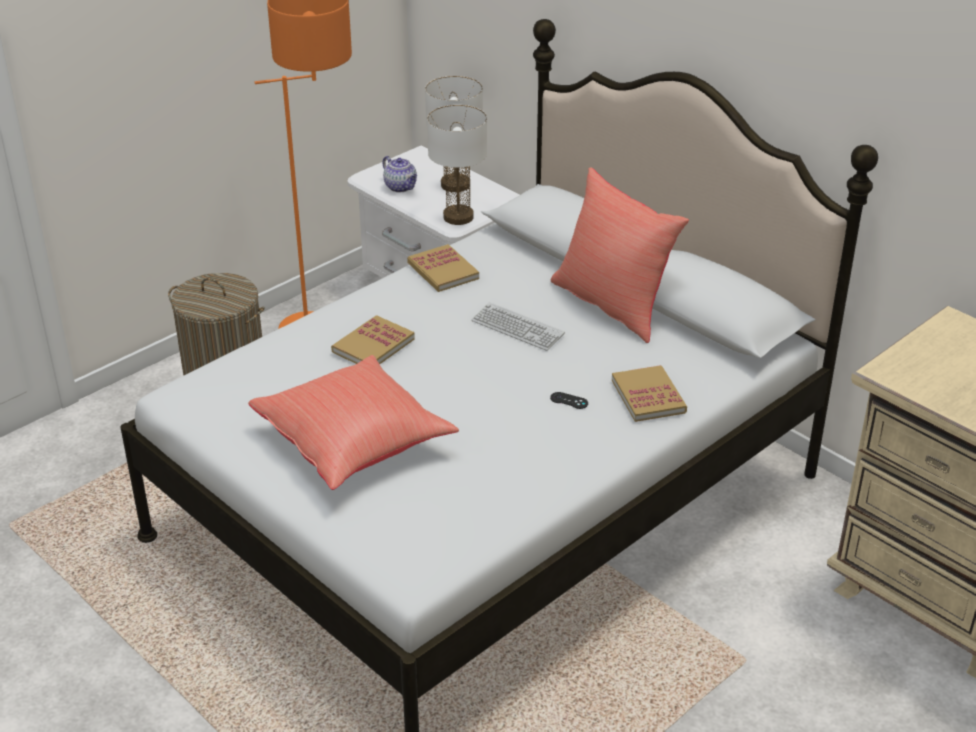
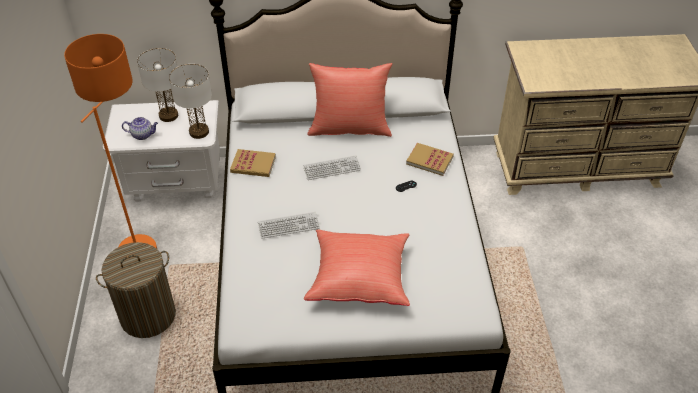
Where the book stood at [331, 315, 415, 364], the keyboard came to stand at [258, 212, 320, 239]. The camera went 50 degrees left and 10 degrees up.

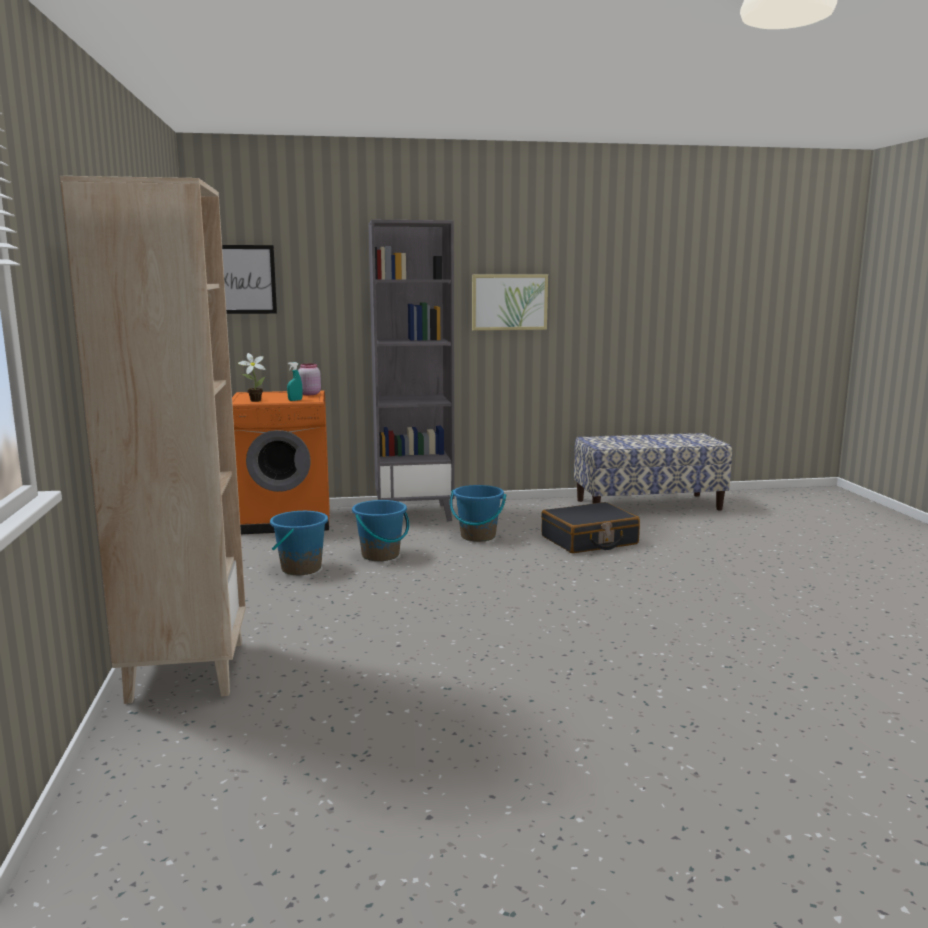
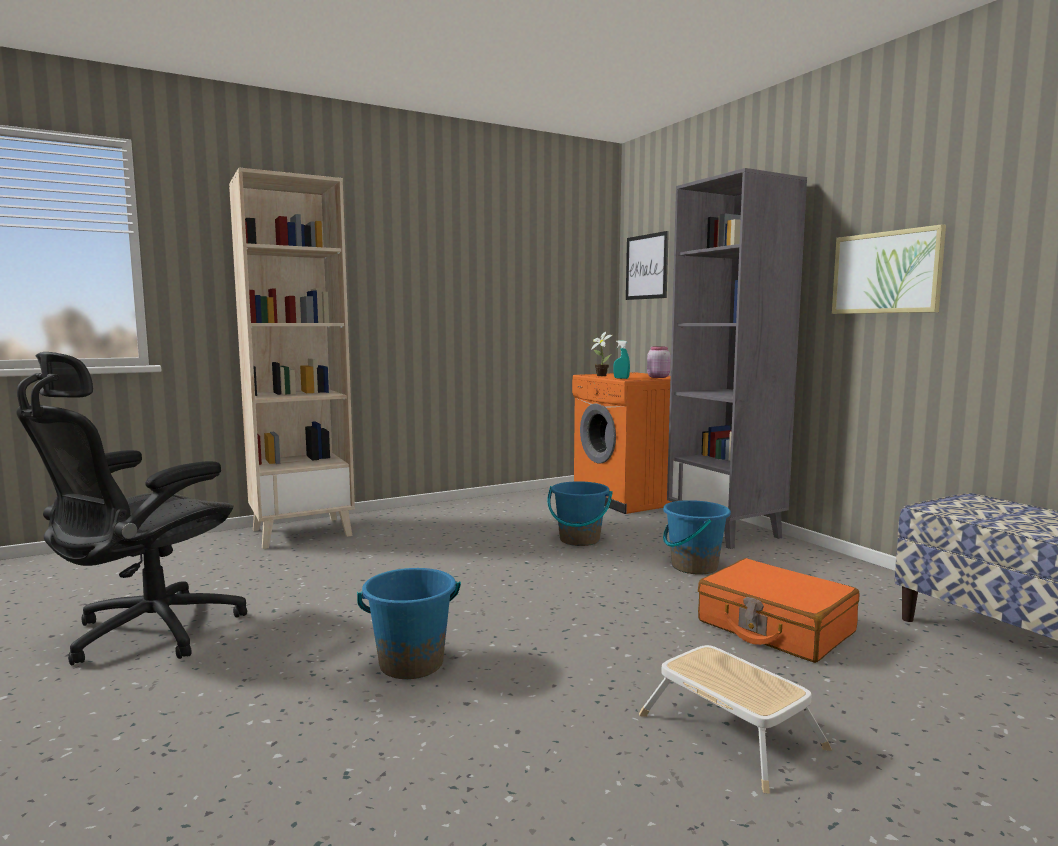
The second view gained the office chair at [16, 352, 247, 665]. The second view gained the step ladder (beige) at [639, 645, 832, 794]. The bucket (blue) ended up elsewhere, having gone from [270, 511, 328, 575] to [357, 568, 461, 679]. What was the suitcase (black) at [541, 502, 640, 553] turned into the suitcase (orange) at [698, 558, 859, 663]. The camera went 70 degrees right and 5 degrees down.

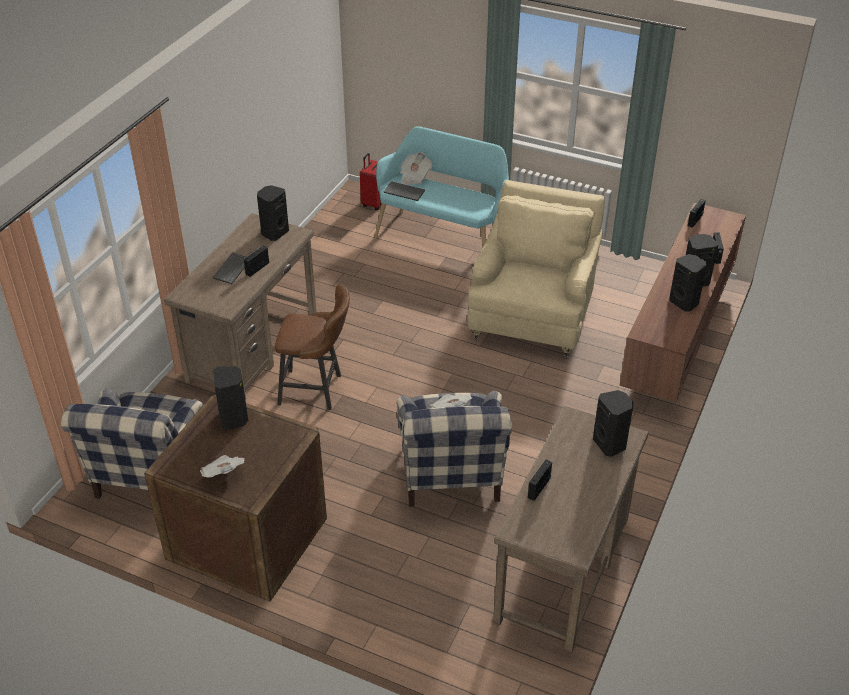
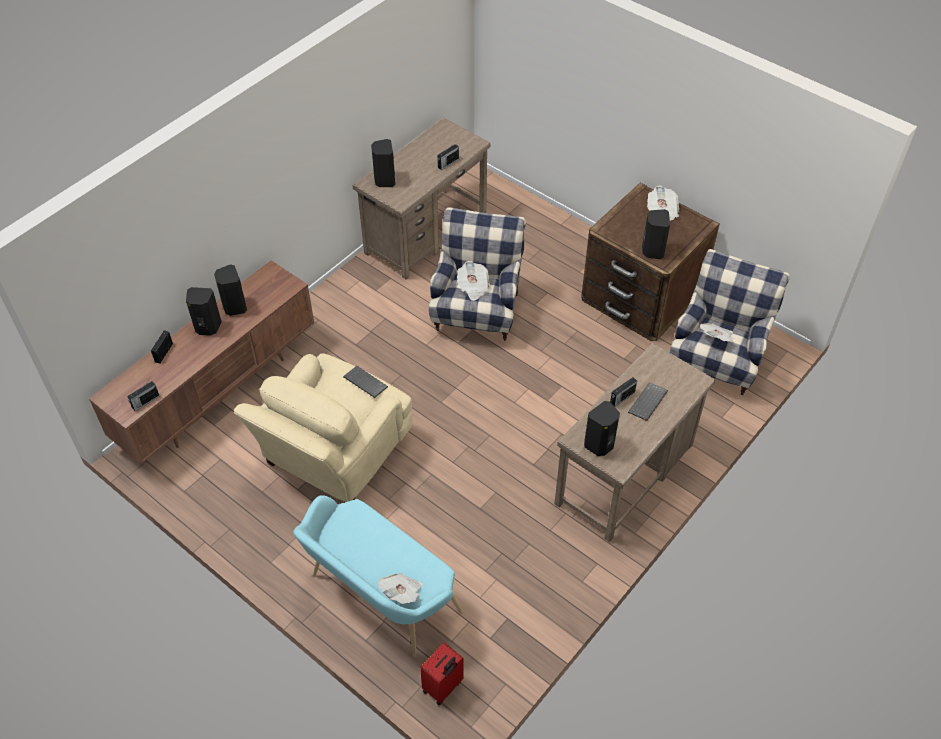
The second view lost the stool (brown) at [275, 284, 350, 410]. The second view gained the newspaper at [700, 323, 734, 342]. The keyboard ended up elsewhere, having gone from [384, 181, 425, 201] to [343, 366, 388, 398]. The camera went 165 degrees left and 10 degrees up.

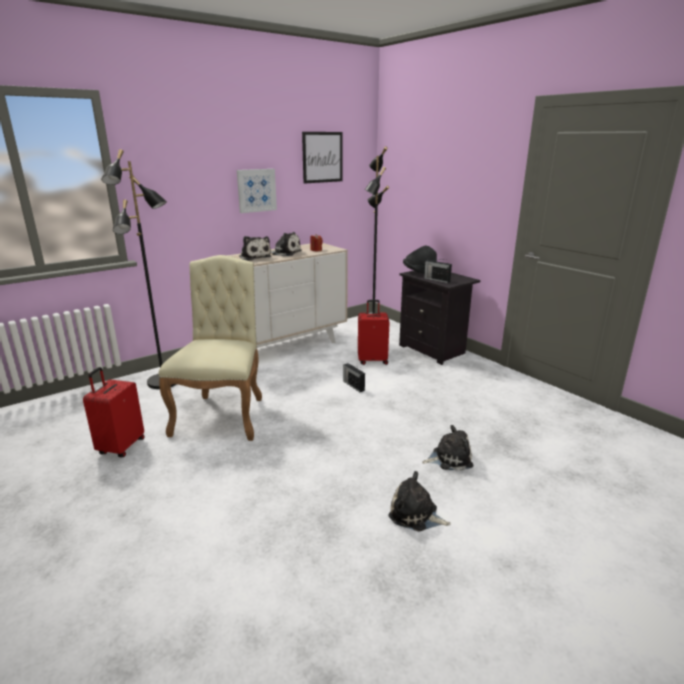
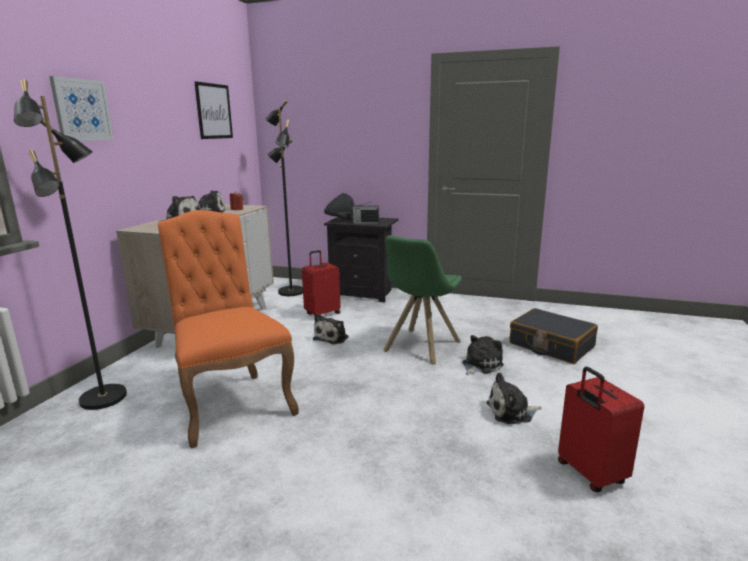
The second view gained the chair (green) at [383, 235, 462, 364]. The second view gained the suitcase (black) at [510, 308, 598, 364]. The suitcase (red) ended up elsewhere, having gone from [83, 367, 145, 457] to [558, 366, 644, 492]. The picture ended up elsewhere, having gone from [237, 169, 277, 213] to [49, 76, 114, 141]. Where the radio stood at [343, 363, 365, 392], the plush toy came to stand at [313, 314, 349, 345]. What was the chair (beige) at [159, 255, 262, 441] turned into the chair (orange) at [158, 210, 299, 448]. The camera went 35 degrees left and 5 degrees down.

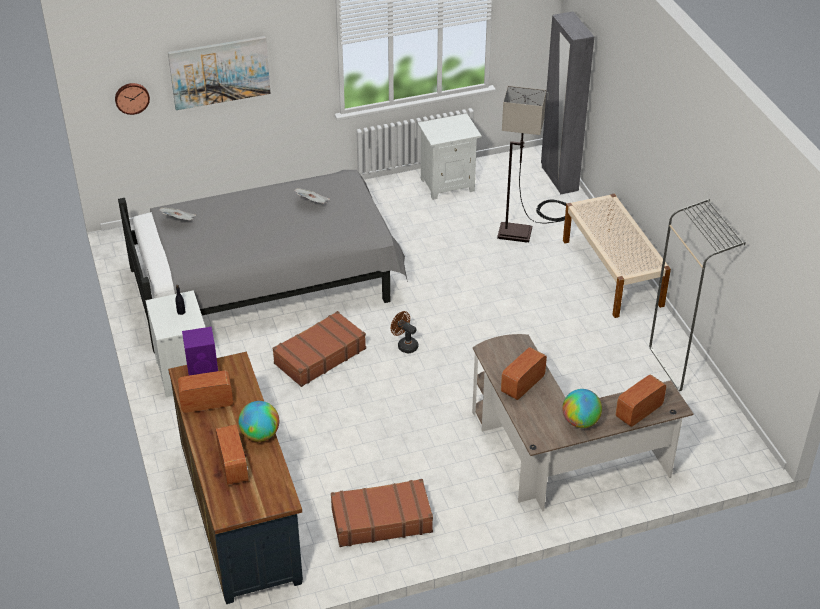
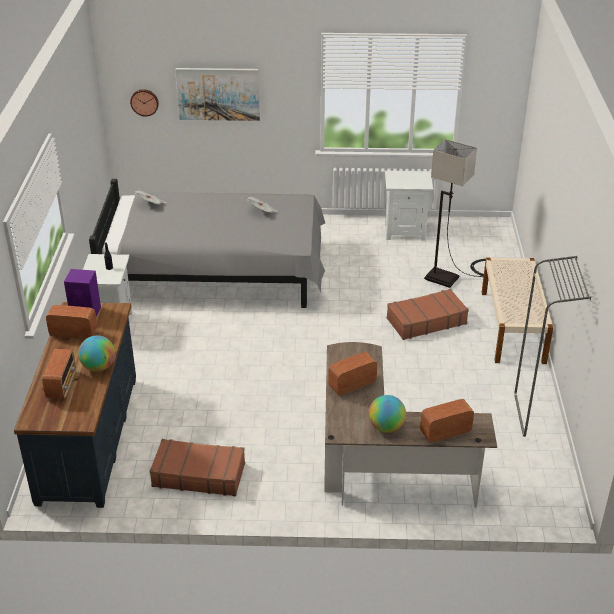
The second view lost the fan (brown) at [391, 311, 418, 353]. The second view lost the wardrobe (grey) at [541, 11, 594, 195]. The suitcase (brown) ended up elsewhere, having gone from [273, 311, 366, 387] to [387, 289, 469, 340]. The camera went 20 degrees right and 5 degrees down.

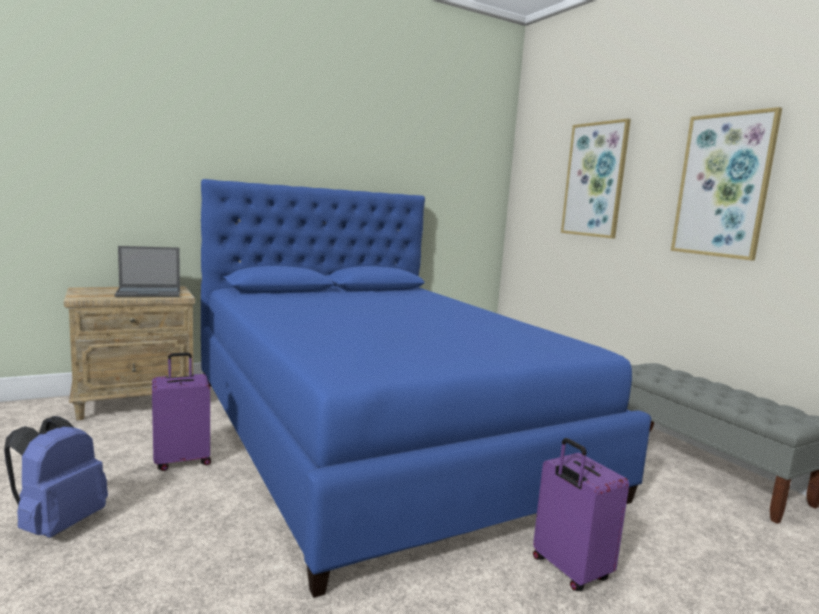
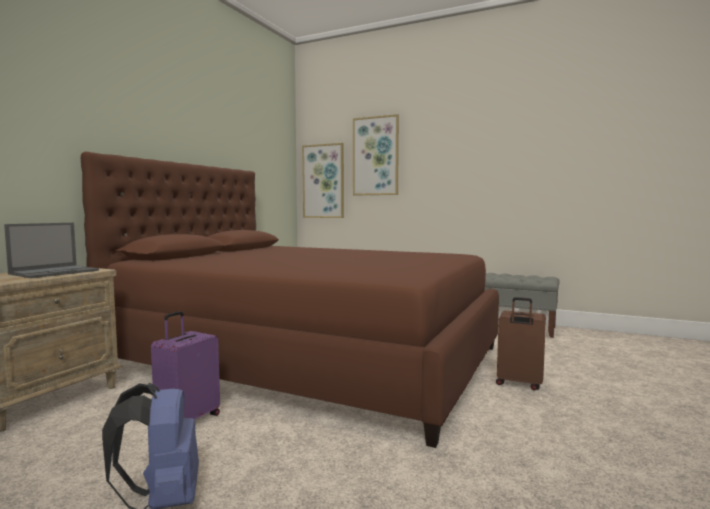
The picture ended up elsewhere, having gone from [671, 107, 782, 261] to [302, 143, 344, 218]. What was the bed (blue) at [201, 179, 651, 598] turned into the bed (brown) at [81, 152, 499, 448]. What was the suitcase (purple) at [533, 438, 629, 591] turned into the suitcase (brown) at [496, 297, 546, 391]. The camera went 35 degrees left and 5 degrees down.

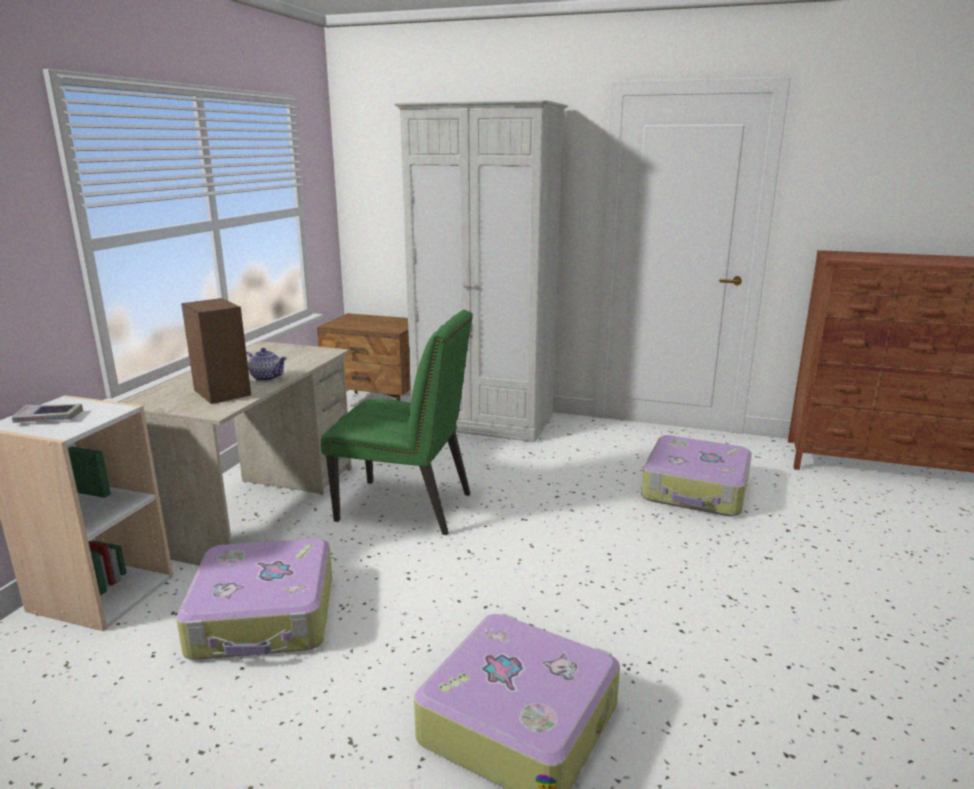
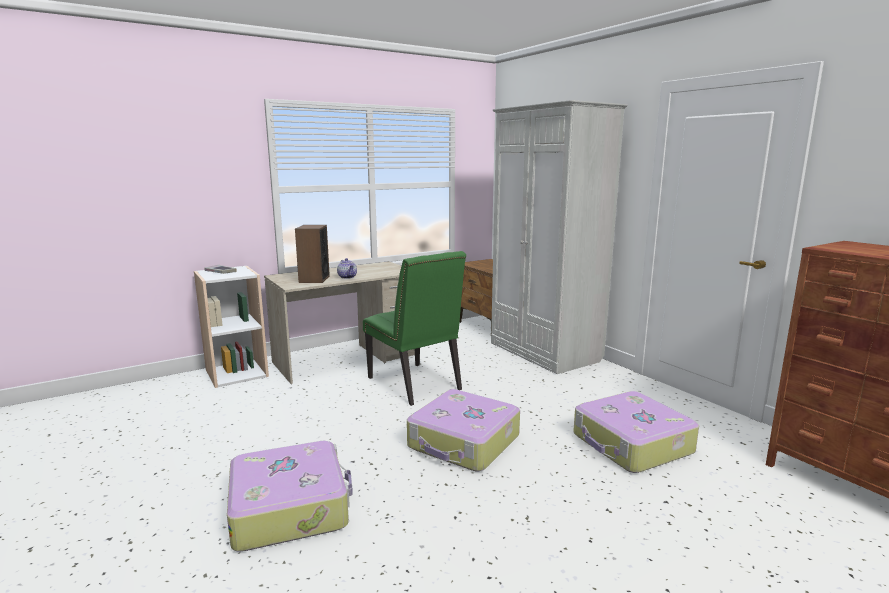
The suitcase ended up elsewhere, having gone from [176, 539, 332, 660] to [407, 389, 520, 471]. The camera went 40 degrees right and 5 degrees down.

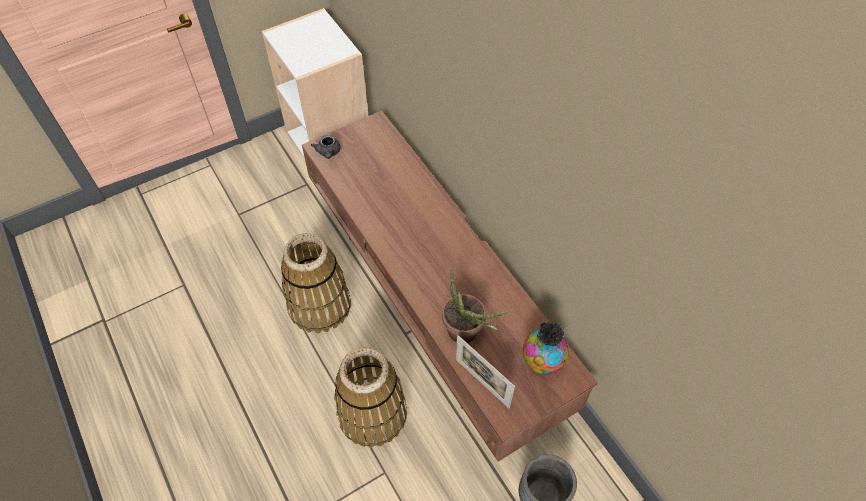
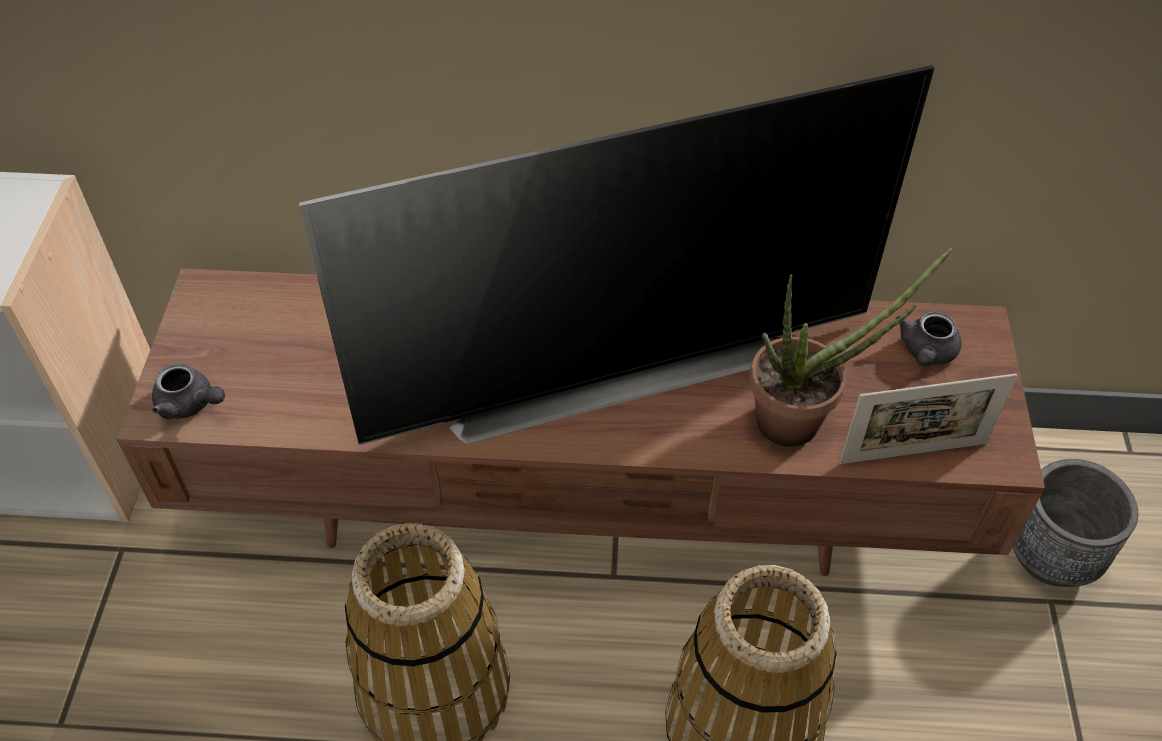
The second view gained the television at [299, 65, 934, 445]. Where the vase stood at [523, 322, 569, 375], the teapot (grey) came to stand at [896, 311, 962, 366]. The camera went 55 degrees left and 5 degrees down.

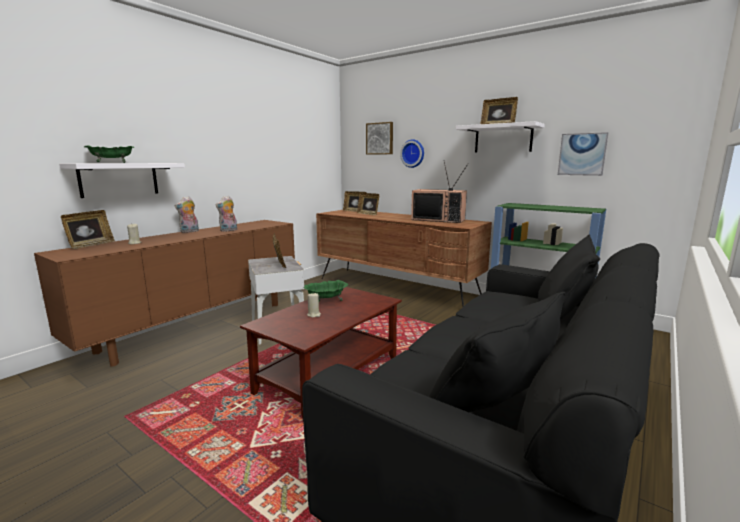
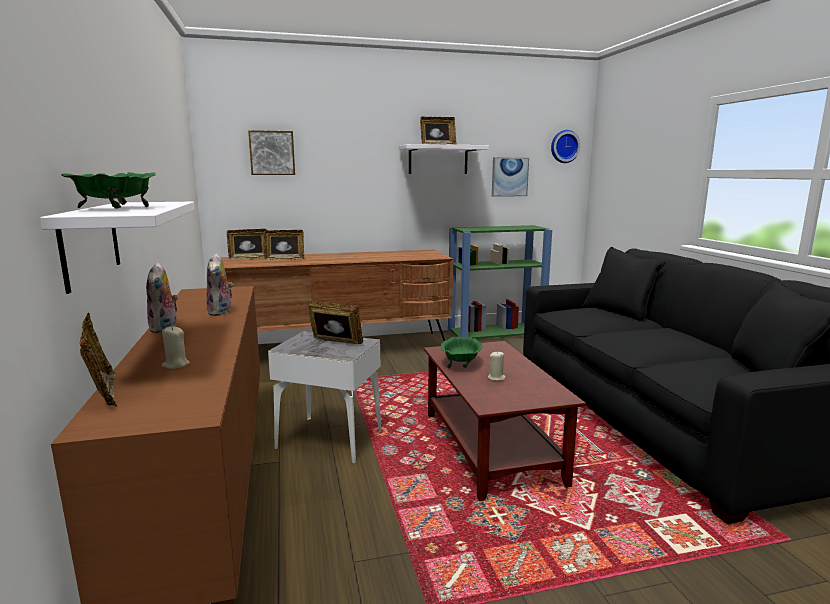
The second view lost the television at [411, 162, 468, 223]. The wall clock ended up elsewhere, having gone from [400, 139, 424, 168] to [551, 130, 580, 163]. The camera went 50 degrees left and 0 degrees up.

